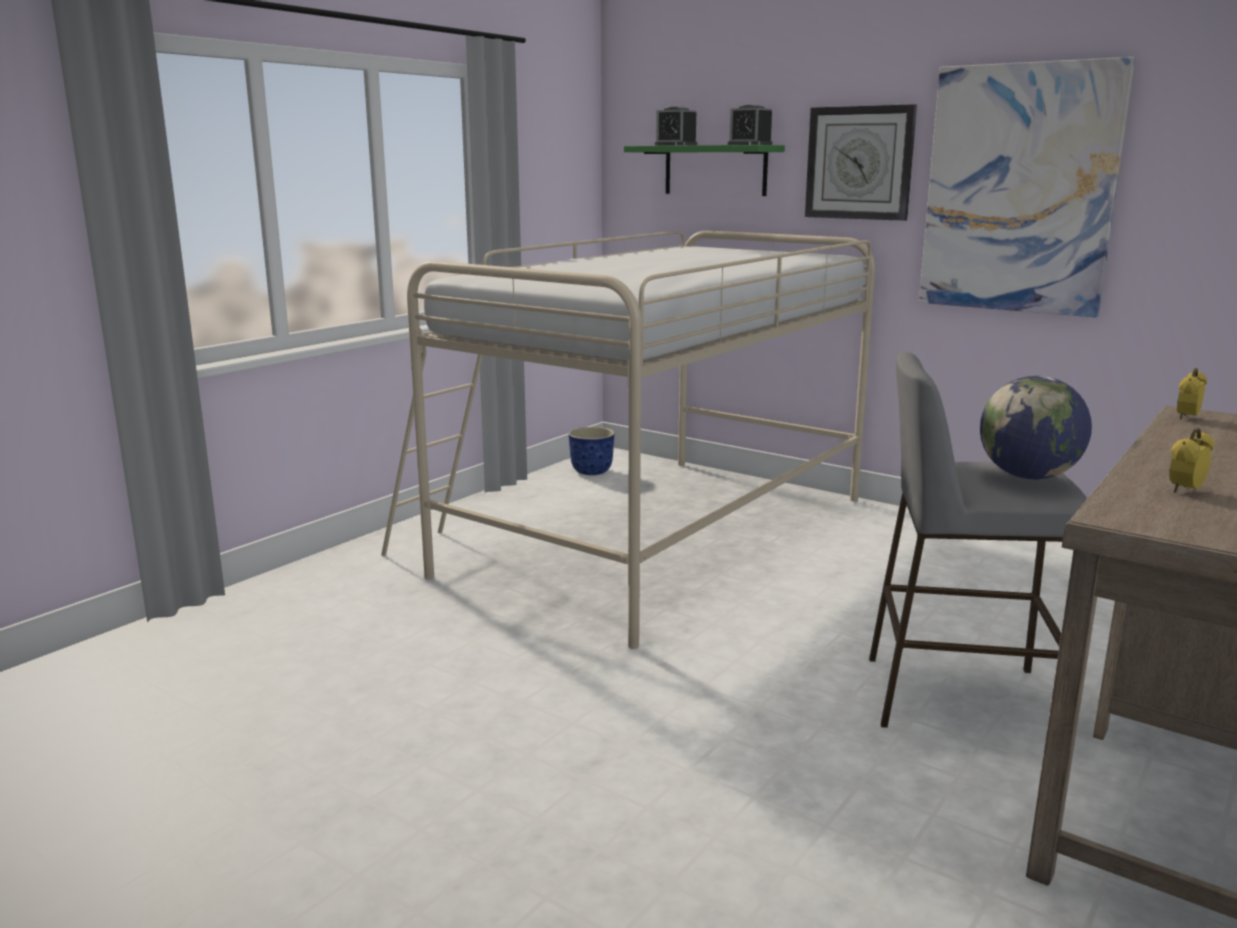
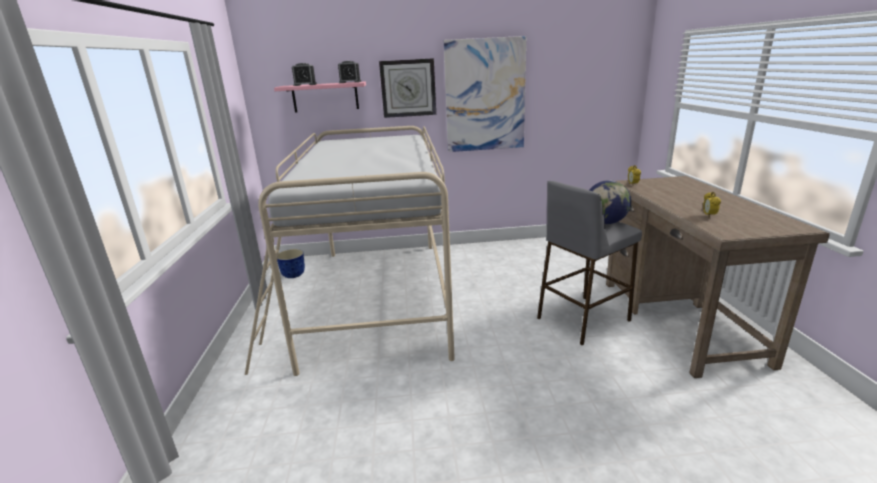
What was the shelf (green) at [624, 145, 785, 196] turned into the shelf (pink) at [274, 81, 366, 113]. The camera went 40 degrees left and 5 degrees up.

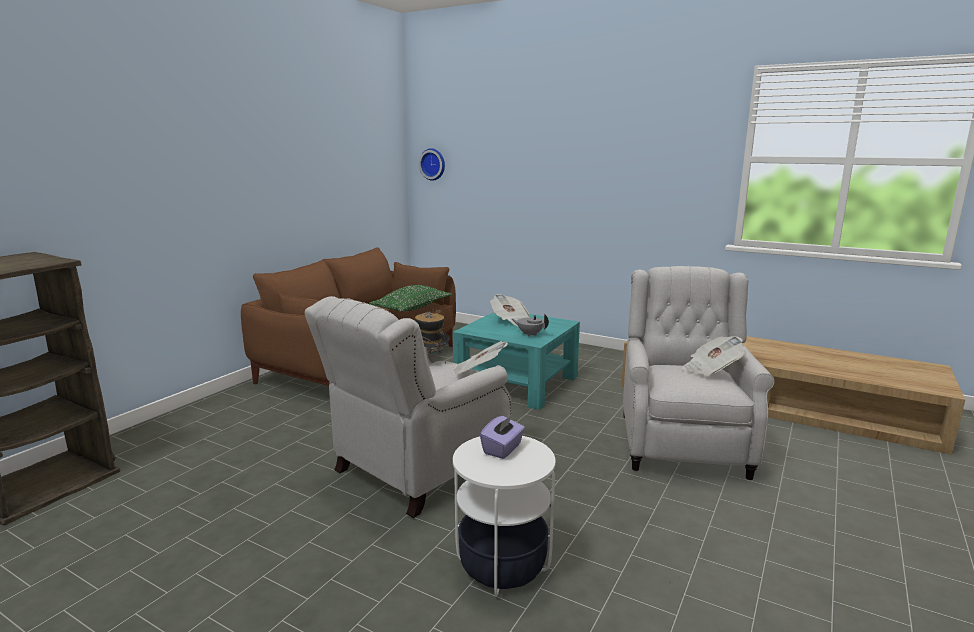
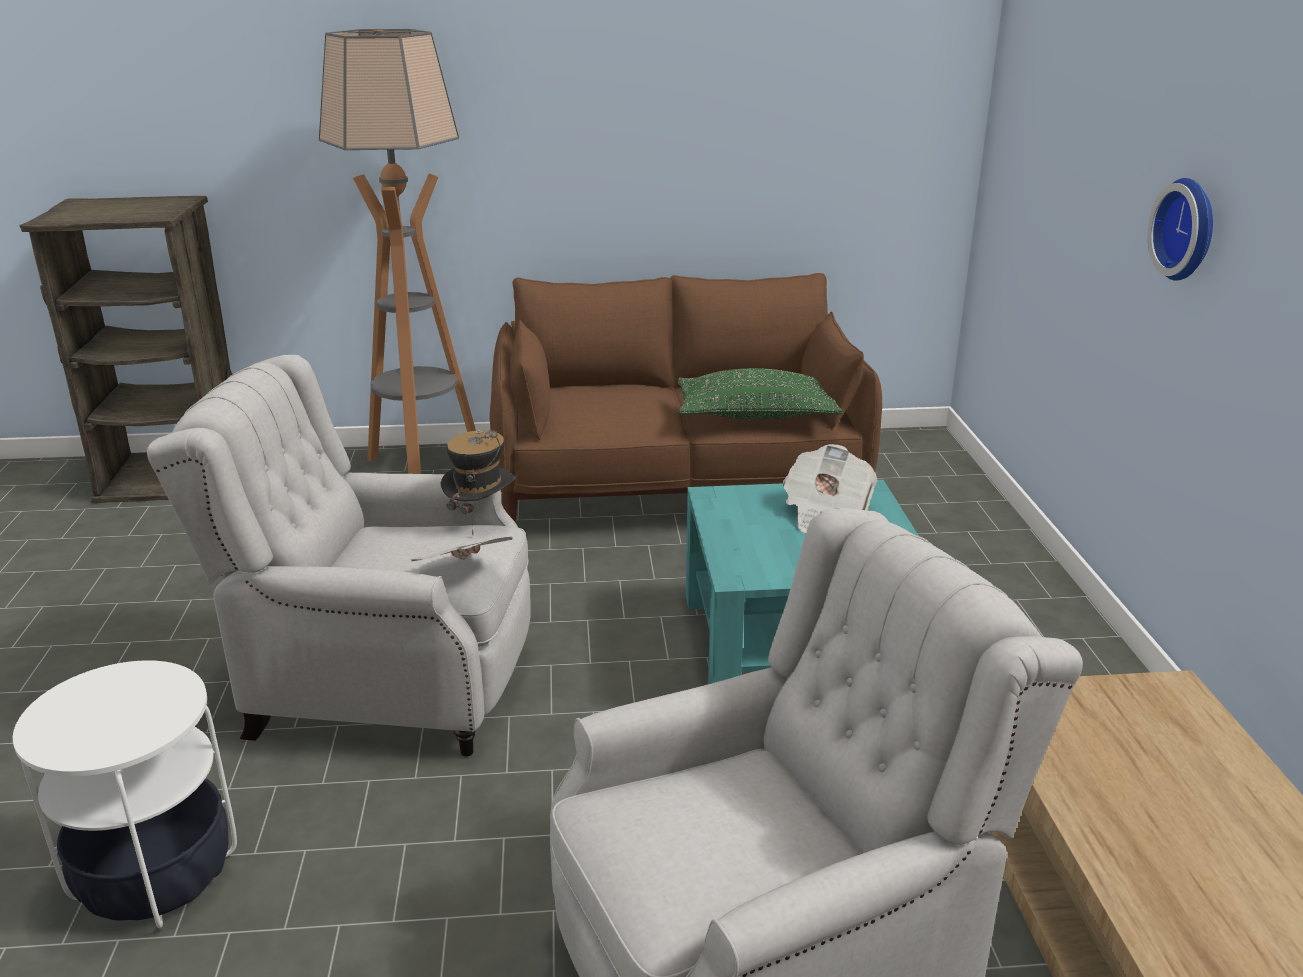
The second view lost the tissue box (purple) at [480, 414, 525, 459]. The second view lost the teapot (grey) at [512, 314, 549, 336]. The second view lost the newspaper at [682, 336, 746, 376]. The second view gained the floor lamp at [319, 29, 476, 474]. The wall clock ended up elsewhere, having gone from [419, 148, 445, 181] to [1148, 178, 1213, 281]. The camera went 55 degrees right and 10 degrees up.

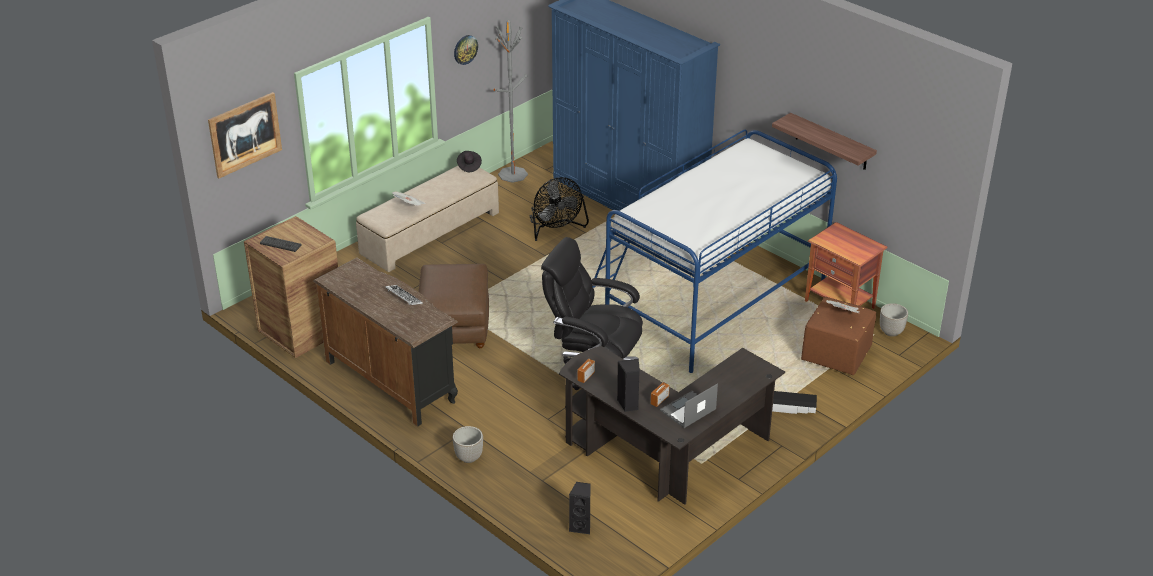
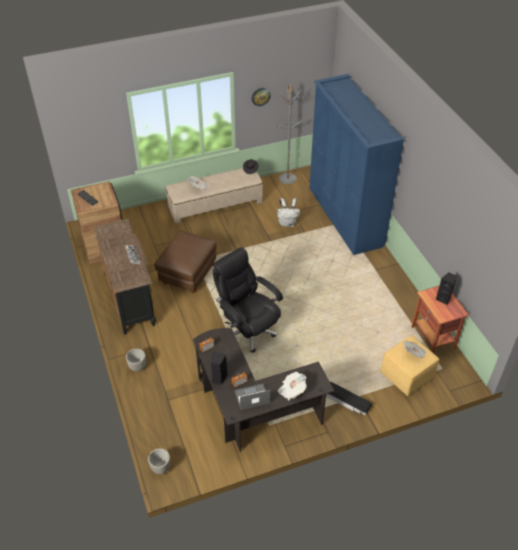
The second view lost the picture at [208, 92, 282, 178]. The second view lost the bed (blue) at [592, 130, 837, 373]. The second view lost the shelf at [772, 113, 877, 170]. The second view gained the newspaper at [278, 372, 307, 400]. The speaker (black) ended up elsewhere, having gone from [569, 482, 590, 534] to [436, 272, 457, 305]. The planter ended up elsewhere, having gone from [880, 303, 908, 337] to [148, 448, 170, 474]. Where the fan (black) stood at [529, 177, 589, 241], the backpack (white) came to stand at [277, 198, 300, 227]. What was the ottoman (brown) at [801, 297, 876, 375] turned into the ottoman (yellow) at [380, 335, 439, 396]. The camera went 25 degrees right and 10 degrees up.

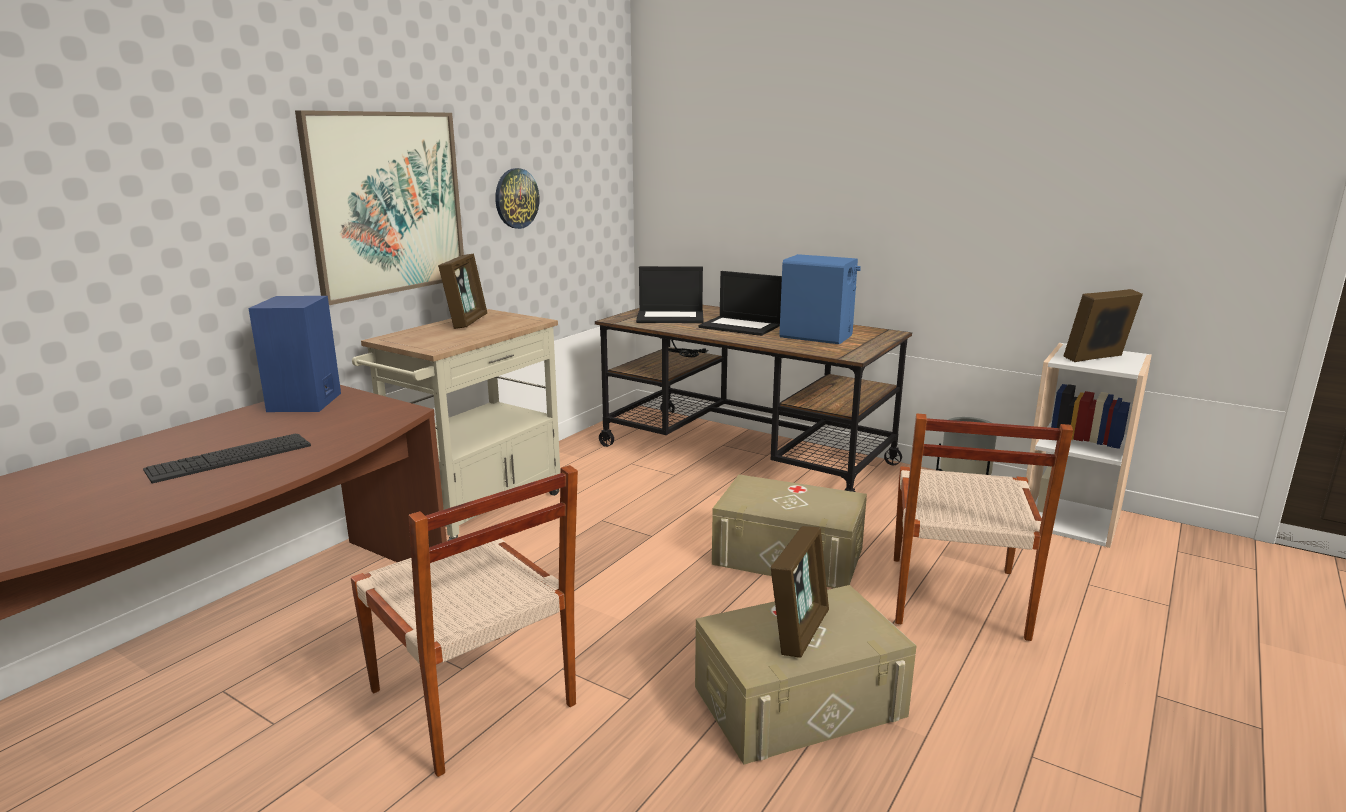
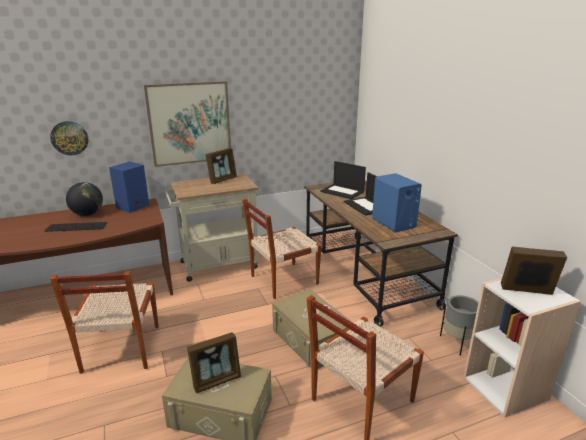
The second view gained the globe at [66, 182, 103, 216]. The second view gained the chair at [242, 198, 321, 299]. The wall clock ended up elsewhere, having gone from [495, 168, 539, 229] to [50, 121, 88, 155]. The camera went 35 degrees right and 5 degrees up.

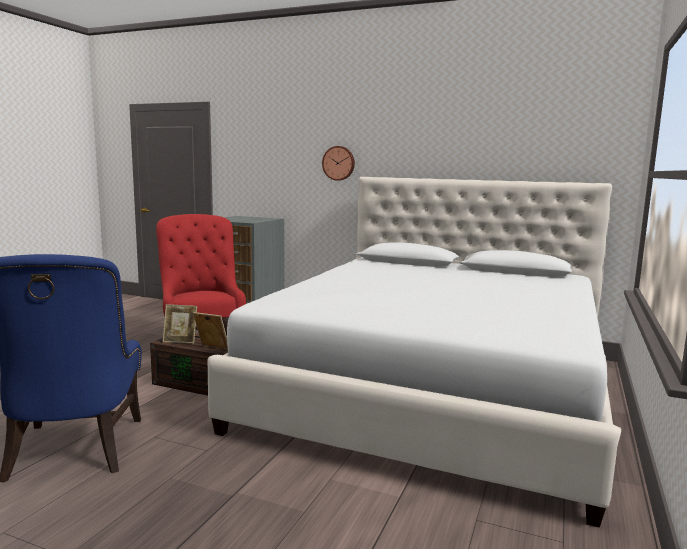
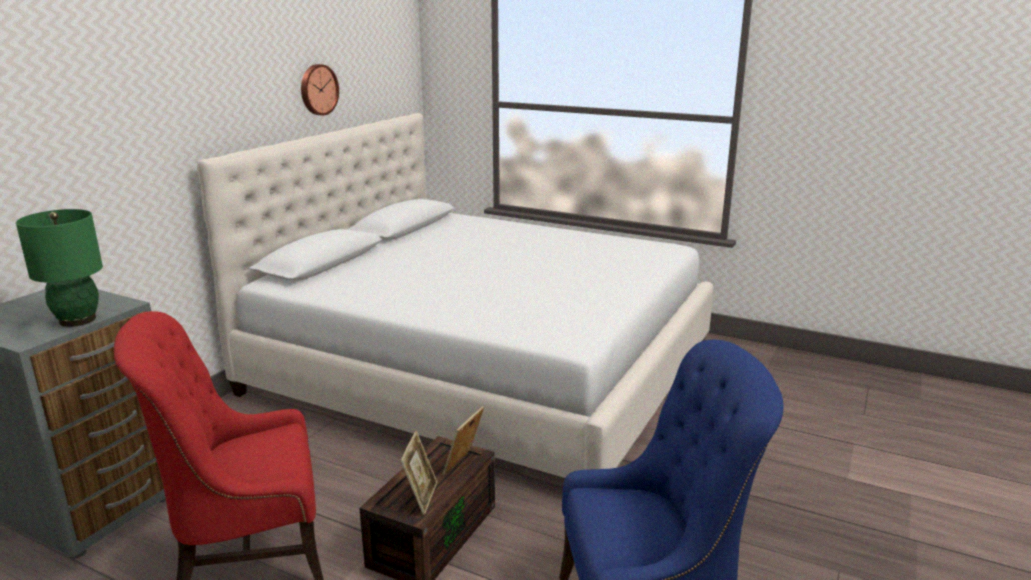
The second view gained the table lamp (green) at [16, 209, 103, 327]. The wall clock ended up elsewhere, having gone from [322, 146, 355, 181] to [301, 64, 339, 115]. The camera went 85 degrees left and 10 degrees up.

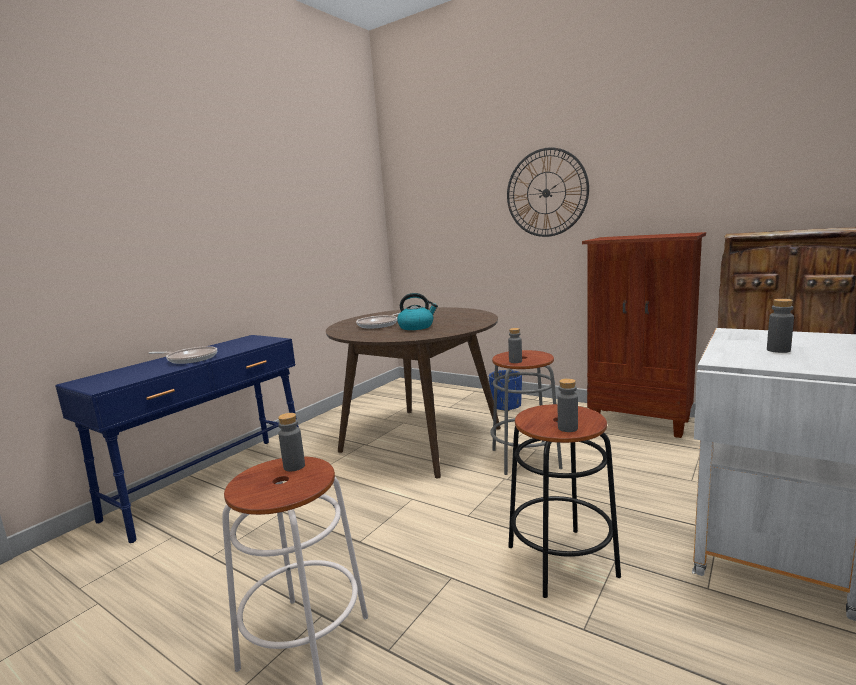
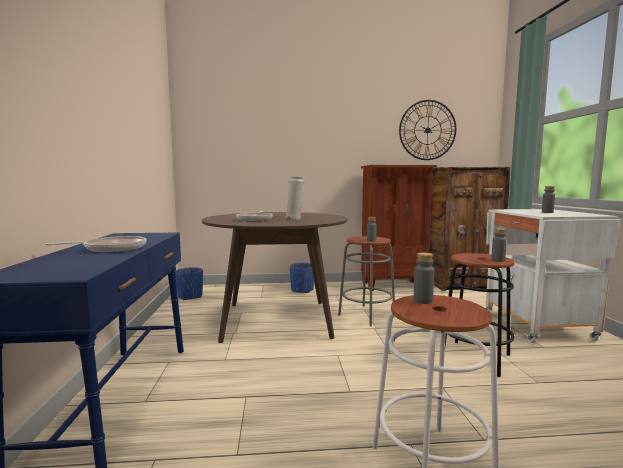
The second view gained the planter (blue) at [175, 267, 203, 300]. The wall clock ended up elsewhere, having gone from [507, 147, 589, 237] to [399, 100, 456, 160]. Where the kettle stood at [397, 293, 438, 330], the vase (white) came to stand at [285, 176, 305, 220]. The camera went 40 degrees left and 5 degrees down.

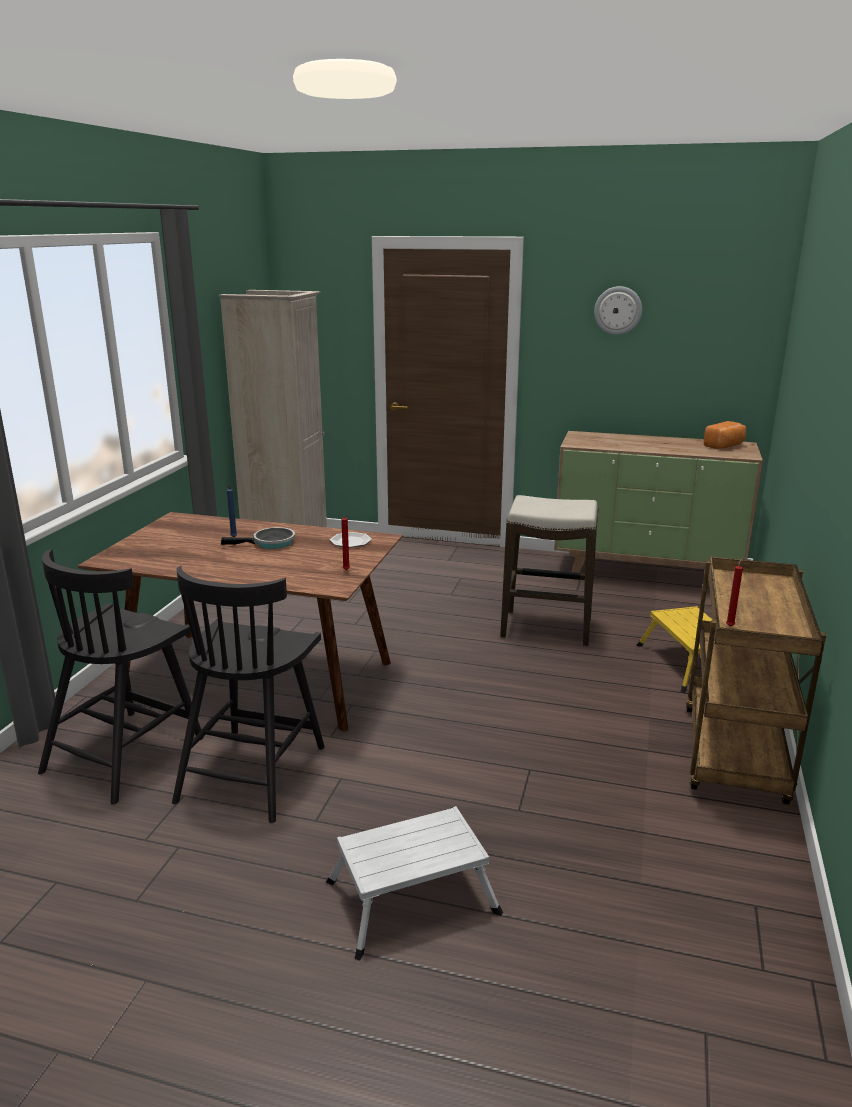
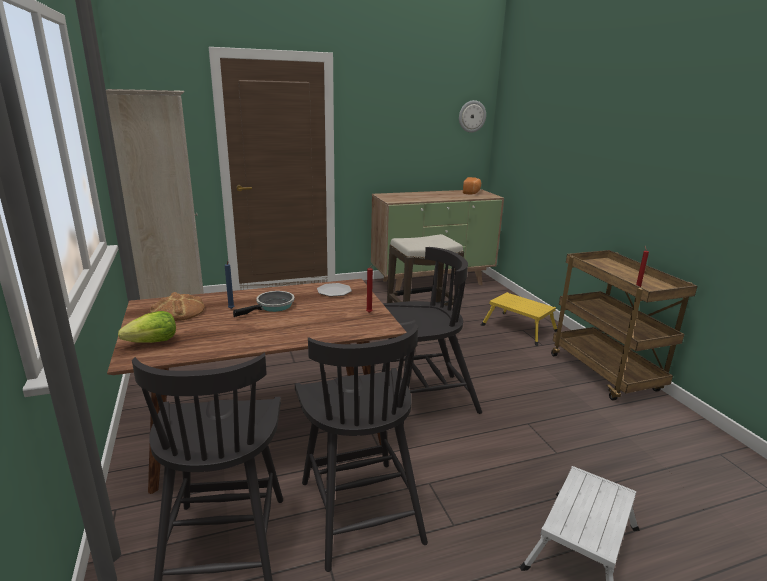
The second view gained the lettuce at [118, 311, 176, 343]. The second view gained the bread at [150, 292, 205, 321]. The second view gained the chair (black) at [382, 247, 482, 425]. The wall clock ended up elsewhere, having gone from [594, 286, 642, 335] to [459, 100, 486, 133]. The camera went 35 degrees left and 0 degrees up.

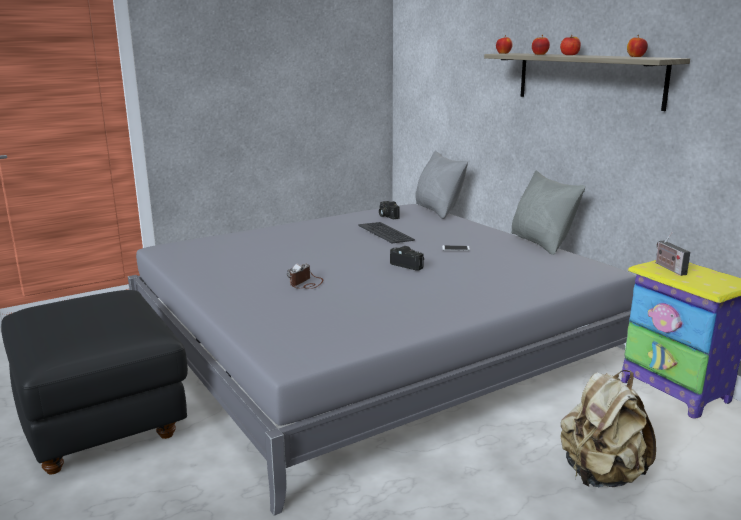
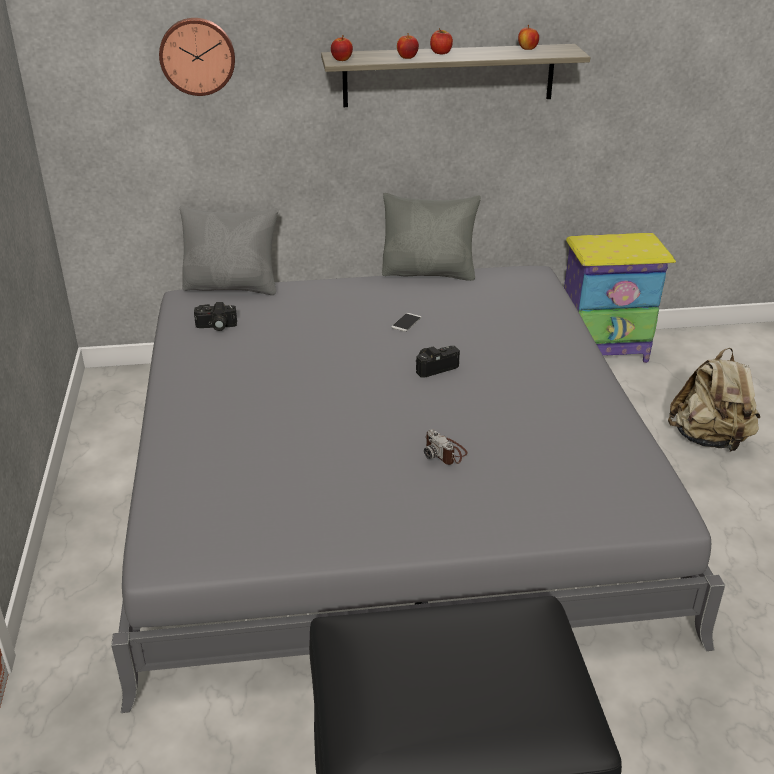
The second view lost the keyboard at [359, 222, 415, 244]. The second view lost the radio at [656, 232, 690, 276]. The second view gained the wall clock at [159, 18, 235, 96]. The camera went 65 degrees left and 15 degrees up.

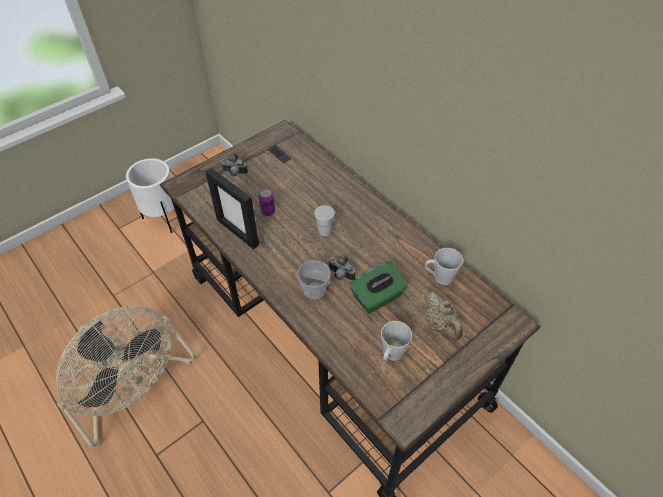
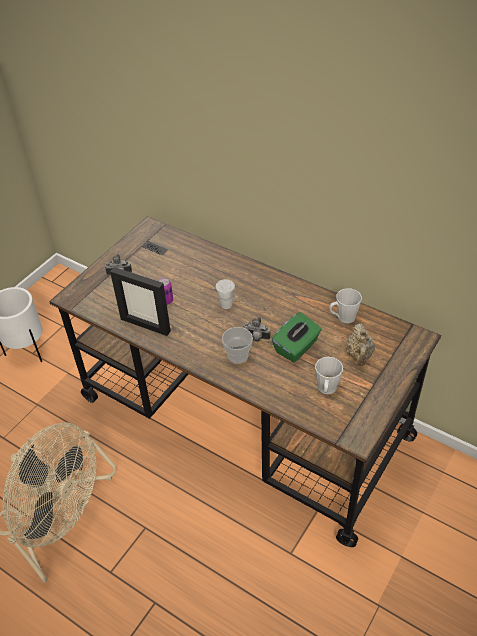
The teapot (beige) at [425, 292, 463, 340] ended up facing another way, 45 degrees clockwise from before. The camera went 15 degrees left and 5 degrees down.

